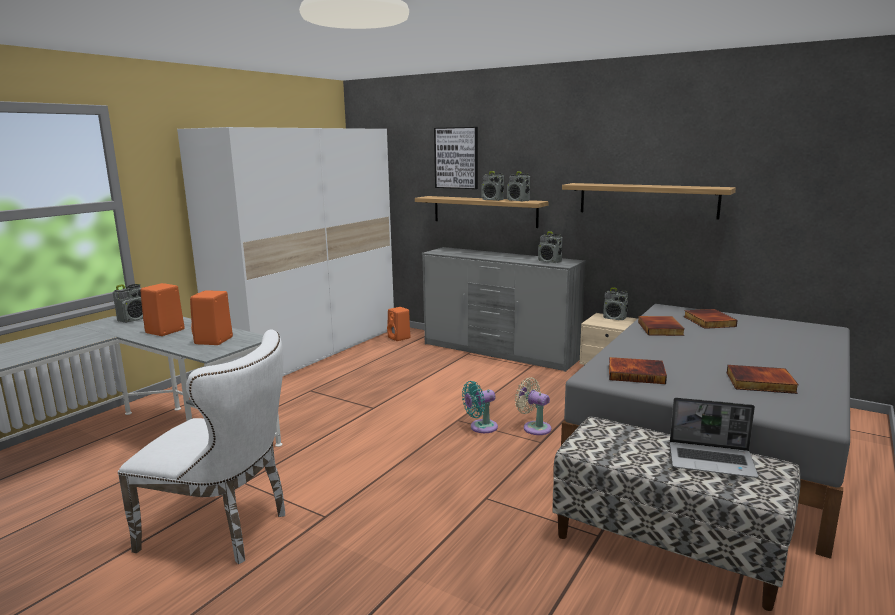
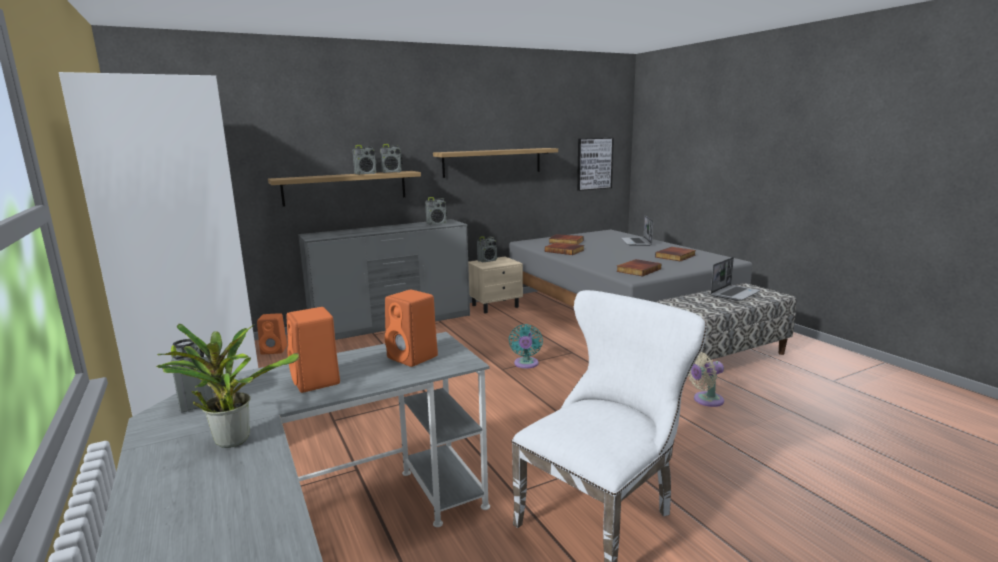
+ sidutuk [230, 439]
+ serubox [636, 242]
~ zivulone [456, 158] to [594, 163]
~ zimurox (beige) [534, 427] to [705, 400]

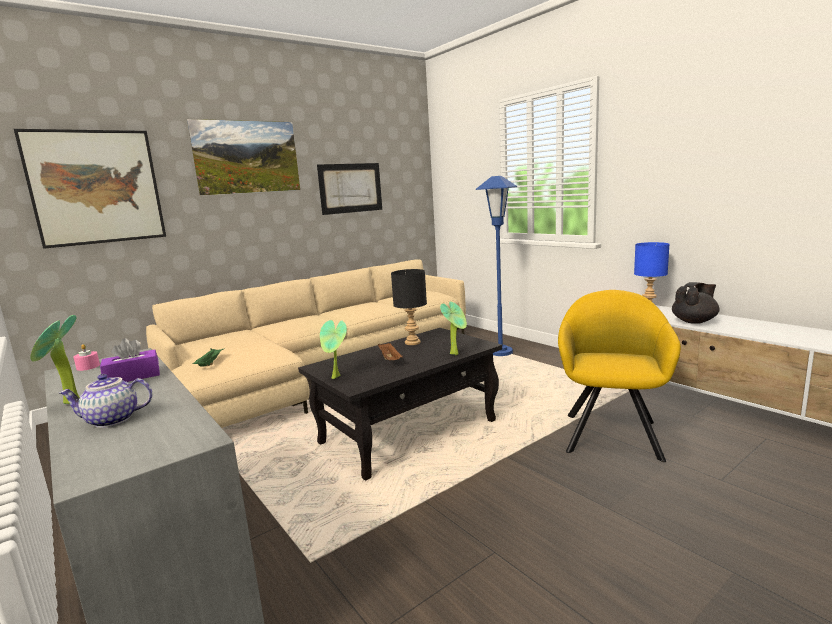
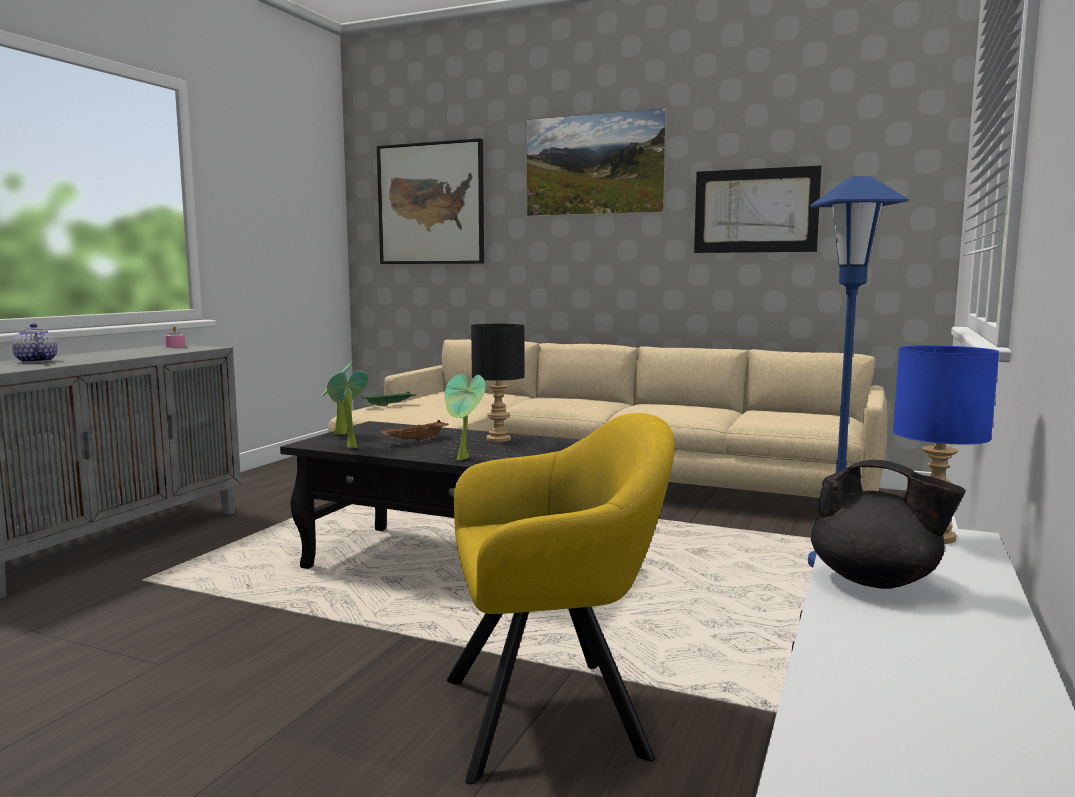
- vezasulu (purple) [133, 377]
~ sidutuk [68, 404] to [349, 447]

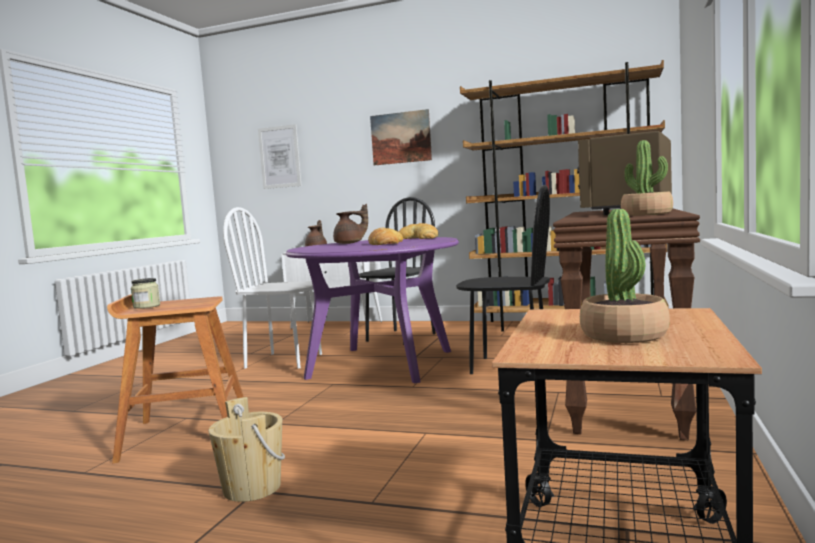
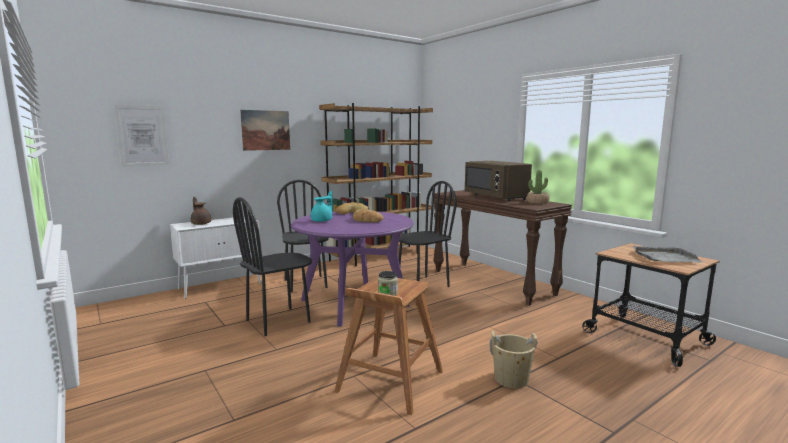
~ sidutuk [624, 335] to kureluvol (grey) [665, 257]
~ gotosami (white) [284, 361] to gotosami (black) [278, 321]
~ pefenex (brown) [350, 243] to pefenex (turquoise) [323, 220]

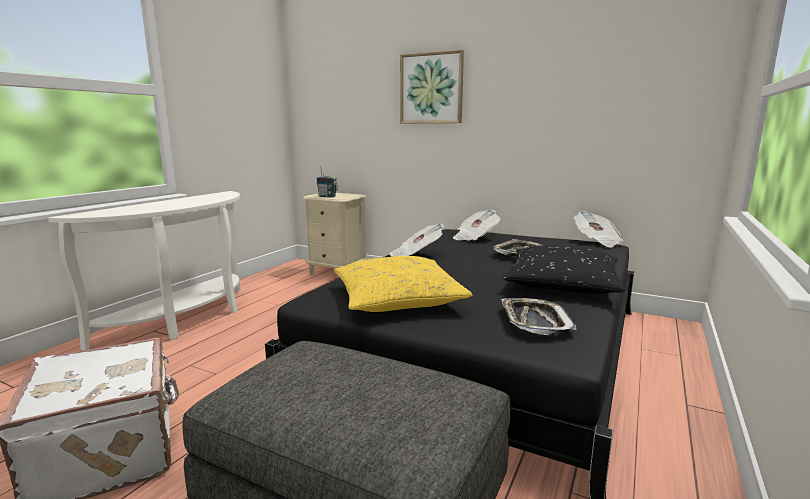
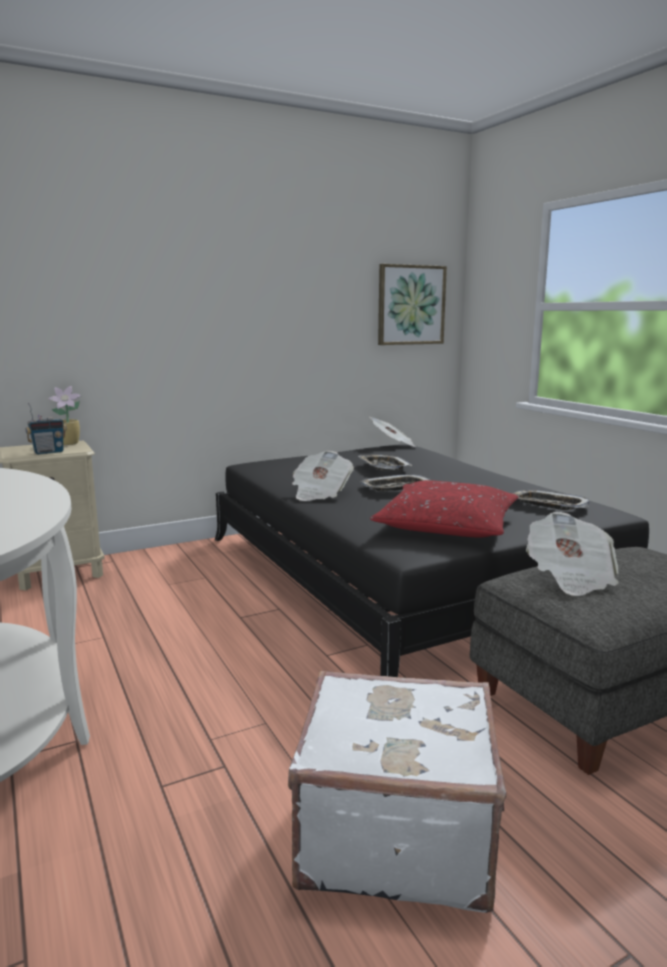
- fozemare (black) [562, 283]
+ sidutuk [69, 443]
+ kureluvol [395, 488]
~ zivulone [431, 88] to [410, 305]
~ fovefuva [475, 237] to [570, 577]
~ fozemare (yellow) [398, 298] to fozemare (red) [447, 525]

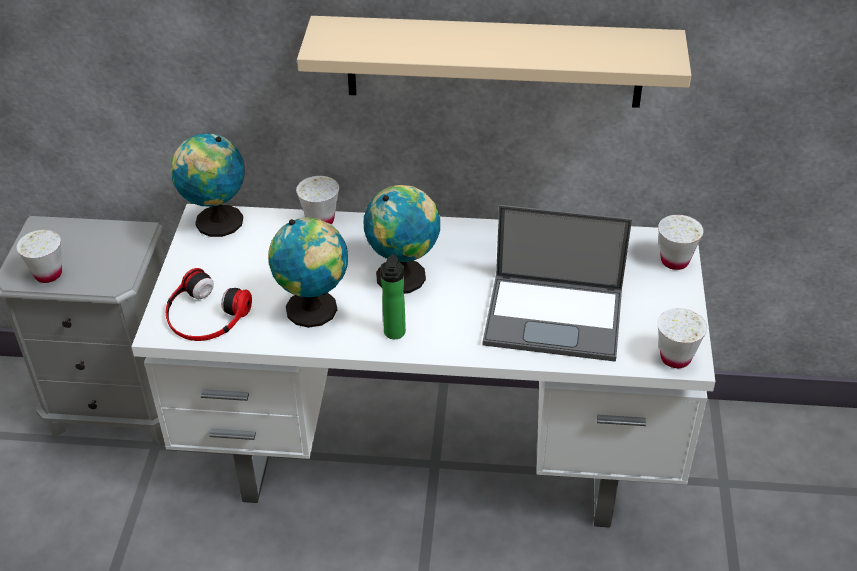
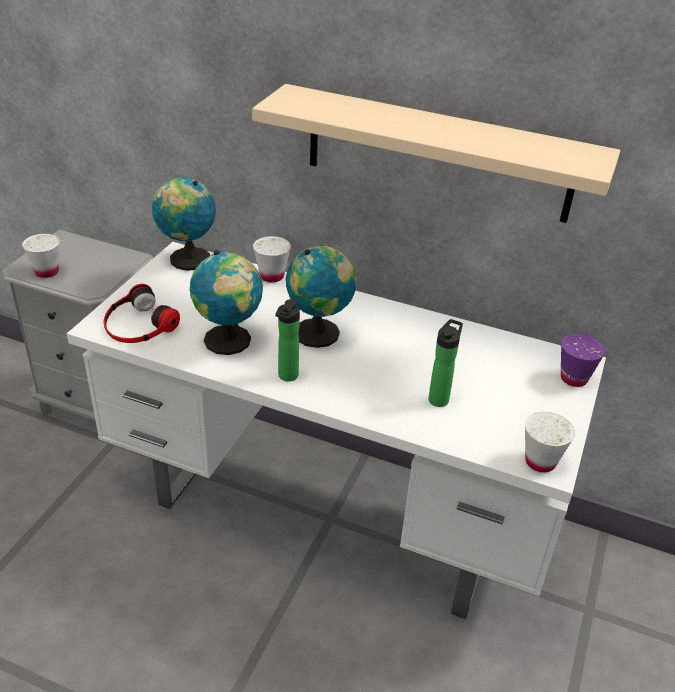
~ serubox [555, 317] to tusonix [439, 398]
~ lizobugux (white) [674, 261] to lizobugux (purple) [574, 378]

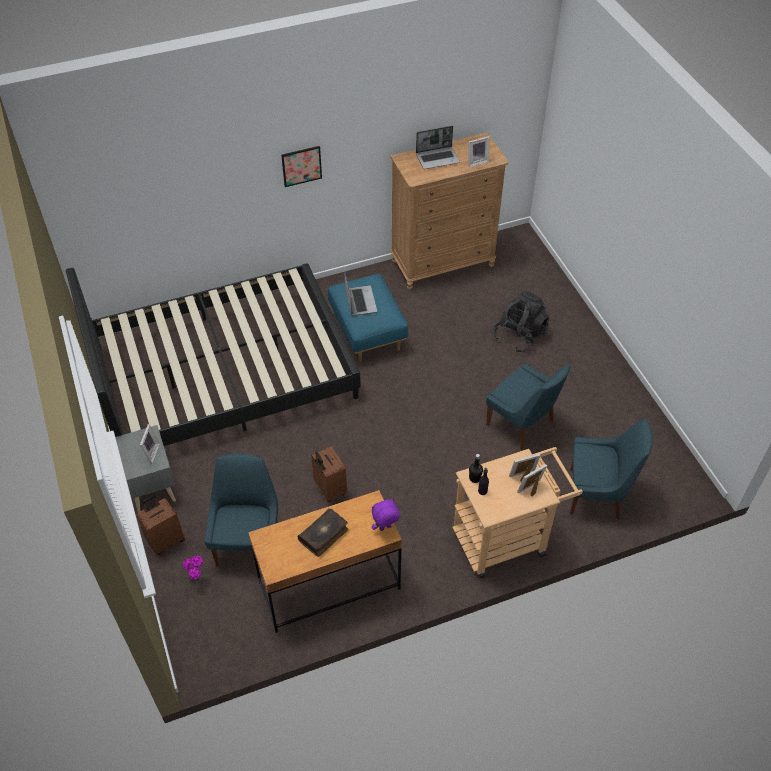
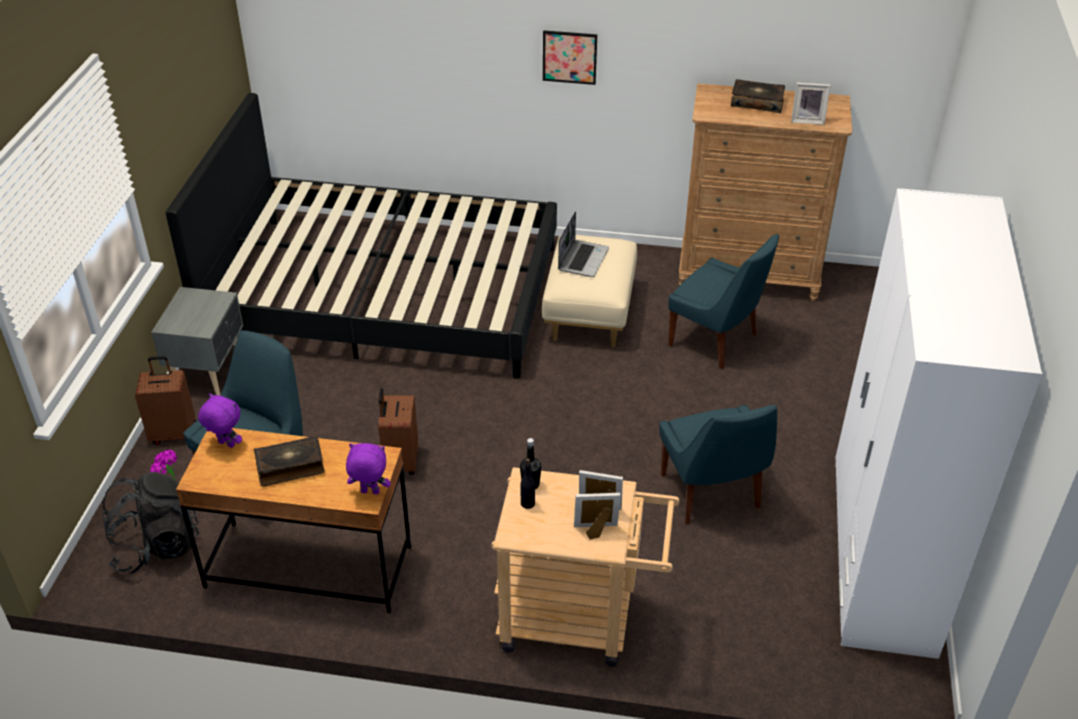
- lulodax [150, 452]
+ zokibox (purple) [225, 444]
+ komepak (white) [881, 555]
~ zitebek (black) [519, 335] to [156, 546]
~ gotosami (blue) [597, 494] to [716, 341]
~ serubox [438, 158] to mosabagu [757, 102]
~ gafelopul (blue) [367, 333] to gafelopul (beige) [588, 314]

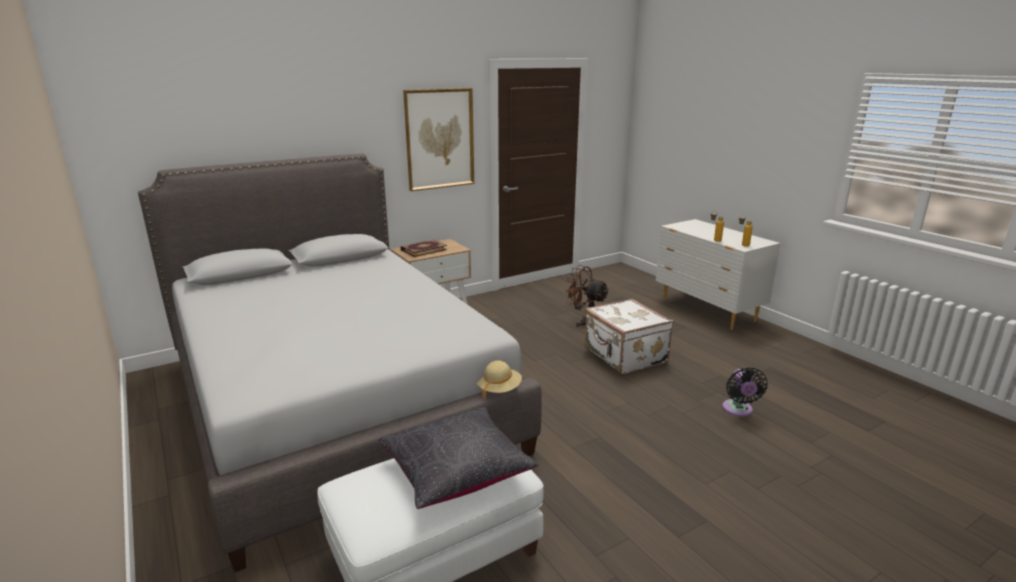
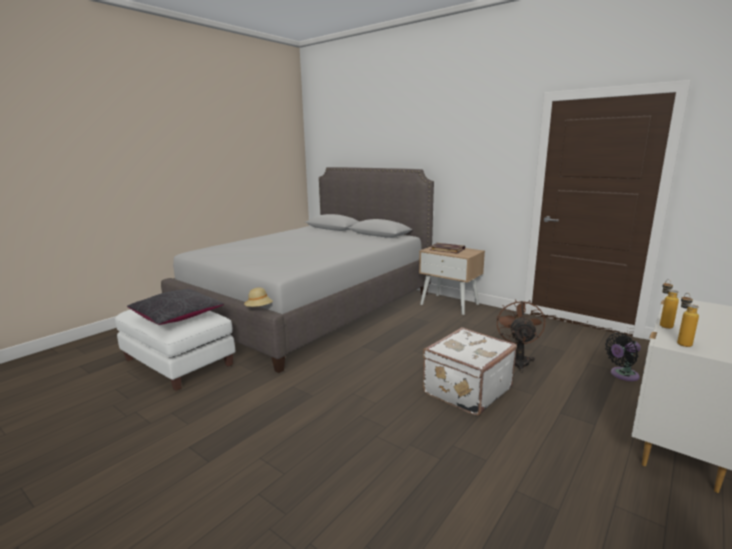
- zivulone [439, 139]
~ zimurox (black) [738, 410] to [622, 375]

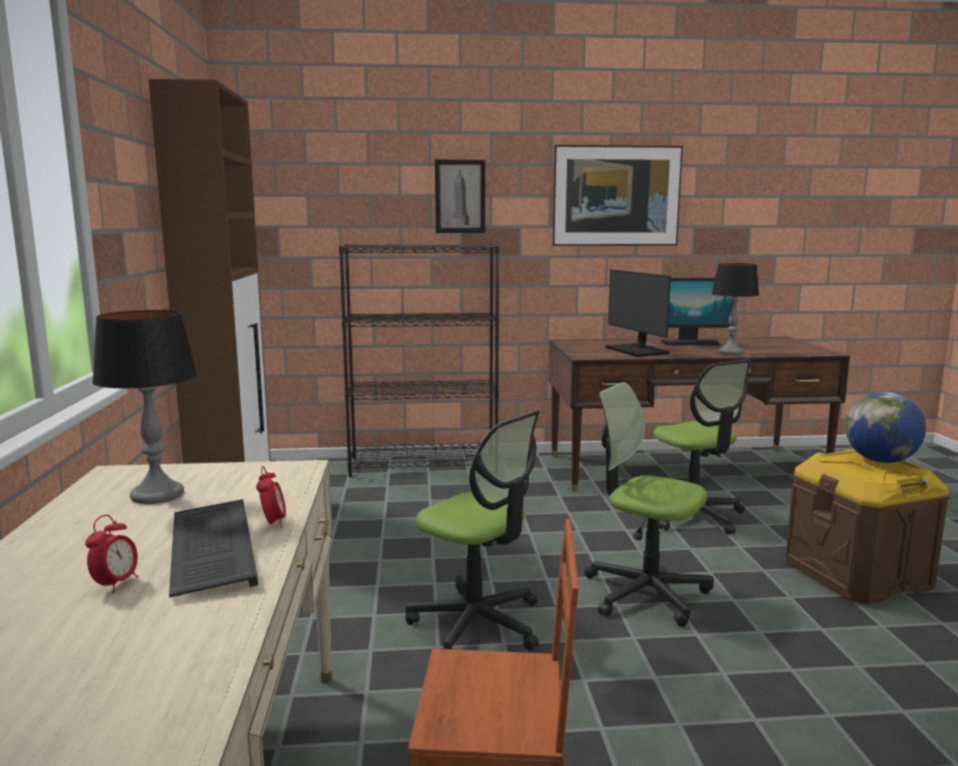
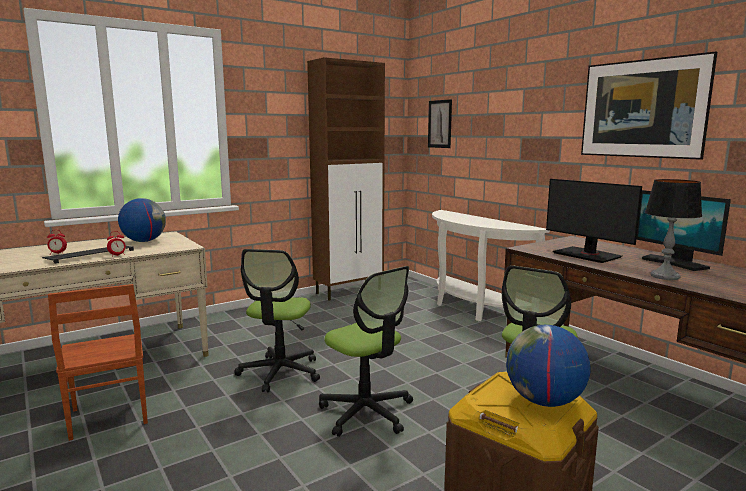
~ zivulone [460, 196] to [440, 124]
~ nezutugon [157, 495] to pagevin [144, 241]
~ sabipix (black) [424, 465] to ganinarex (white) [472, 308]
~ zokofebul [645, 593] = [366, 412] 135 degrees clockwise
~ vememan [637, 350] = [587, 255] 75 degrees counterclockwise

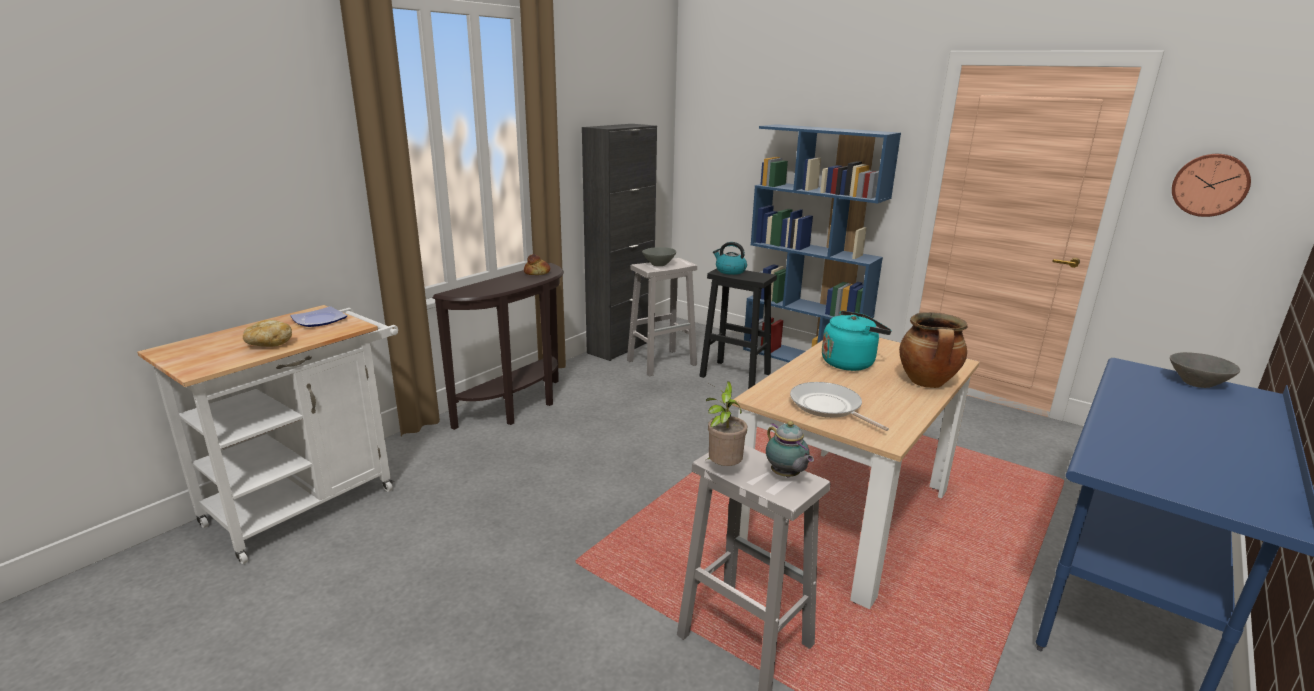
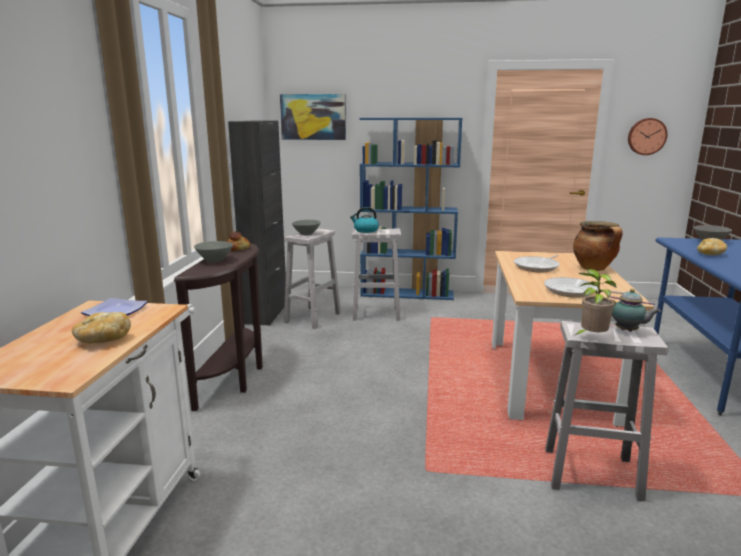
+ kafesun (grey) [215, 260]
+ zivulone [313, 117]
+ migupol [710, 254]
~ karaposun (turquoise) [850, 362] to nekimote [537, 267]
~ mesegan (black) [734, 375] to mesegan (white) [375, 314]

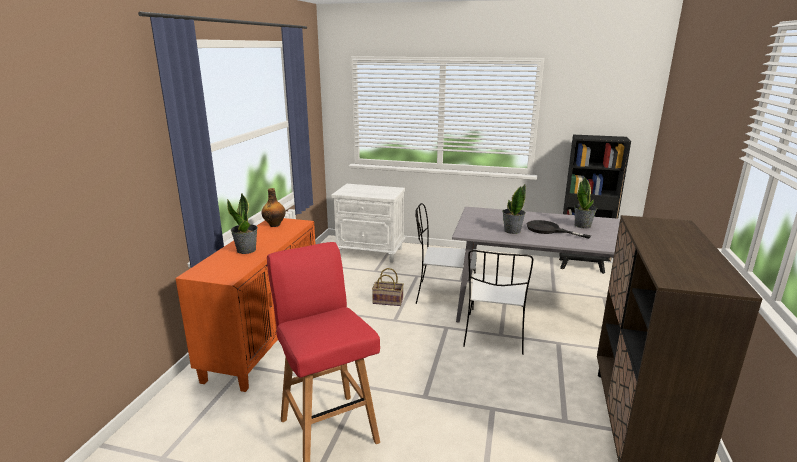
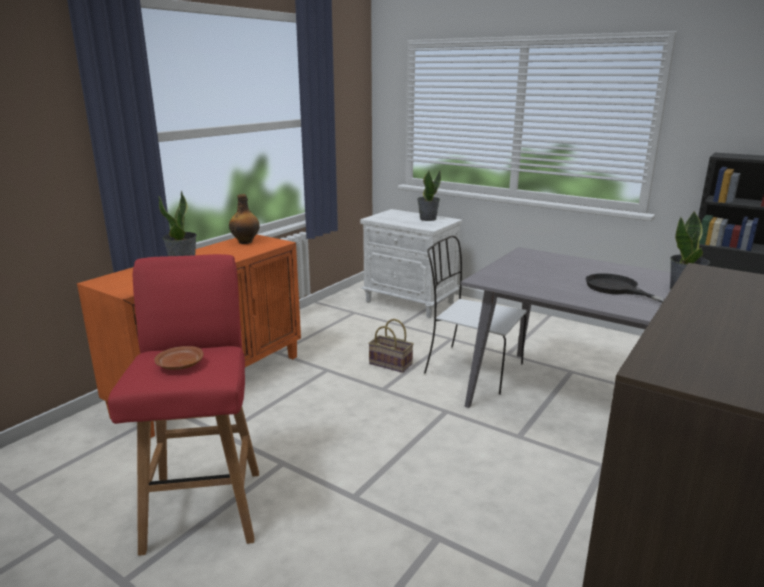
- gotosami (white) [494, 335]
+ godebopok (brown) [180, 365]
~ sidutuk [512, 231] to [427, 219]

